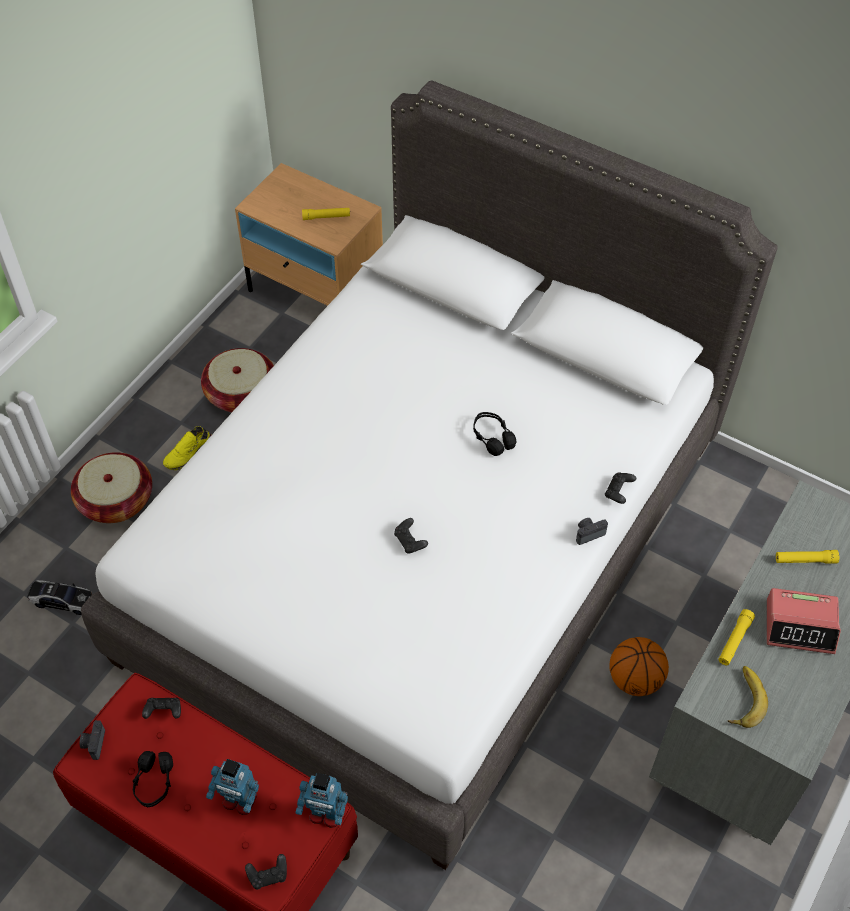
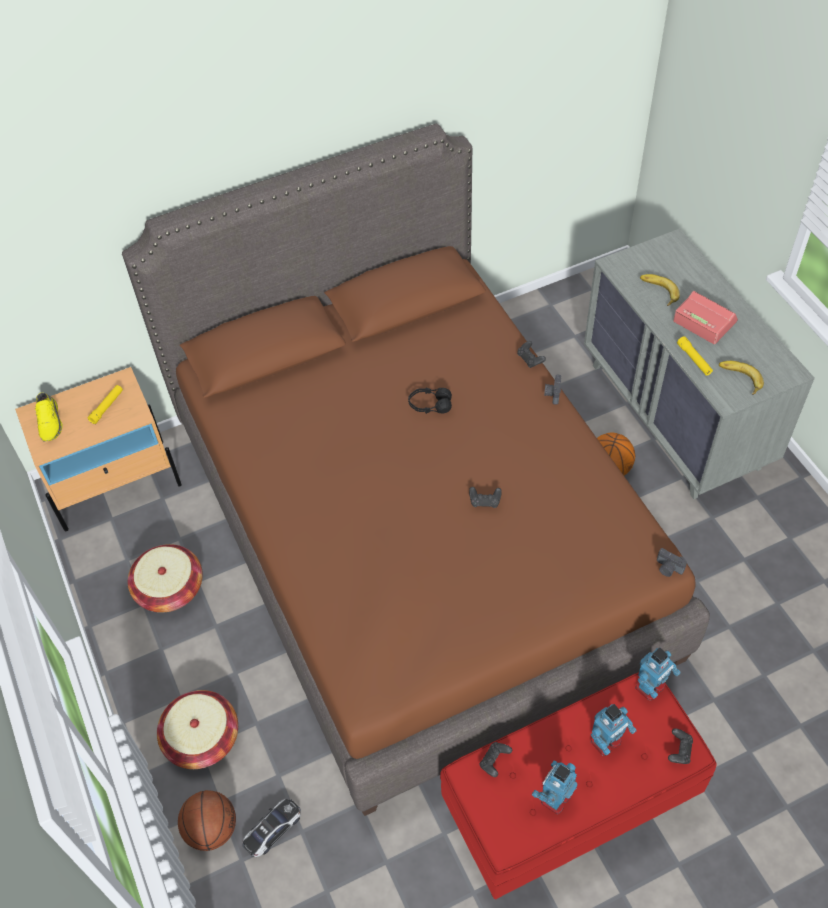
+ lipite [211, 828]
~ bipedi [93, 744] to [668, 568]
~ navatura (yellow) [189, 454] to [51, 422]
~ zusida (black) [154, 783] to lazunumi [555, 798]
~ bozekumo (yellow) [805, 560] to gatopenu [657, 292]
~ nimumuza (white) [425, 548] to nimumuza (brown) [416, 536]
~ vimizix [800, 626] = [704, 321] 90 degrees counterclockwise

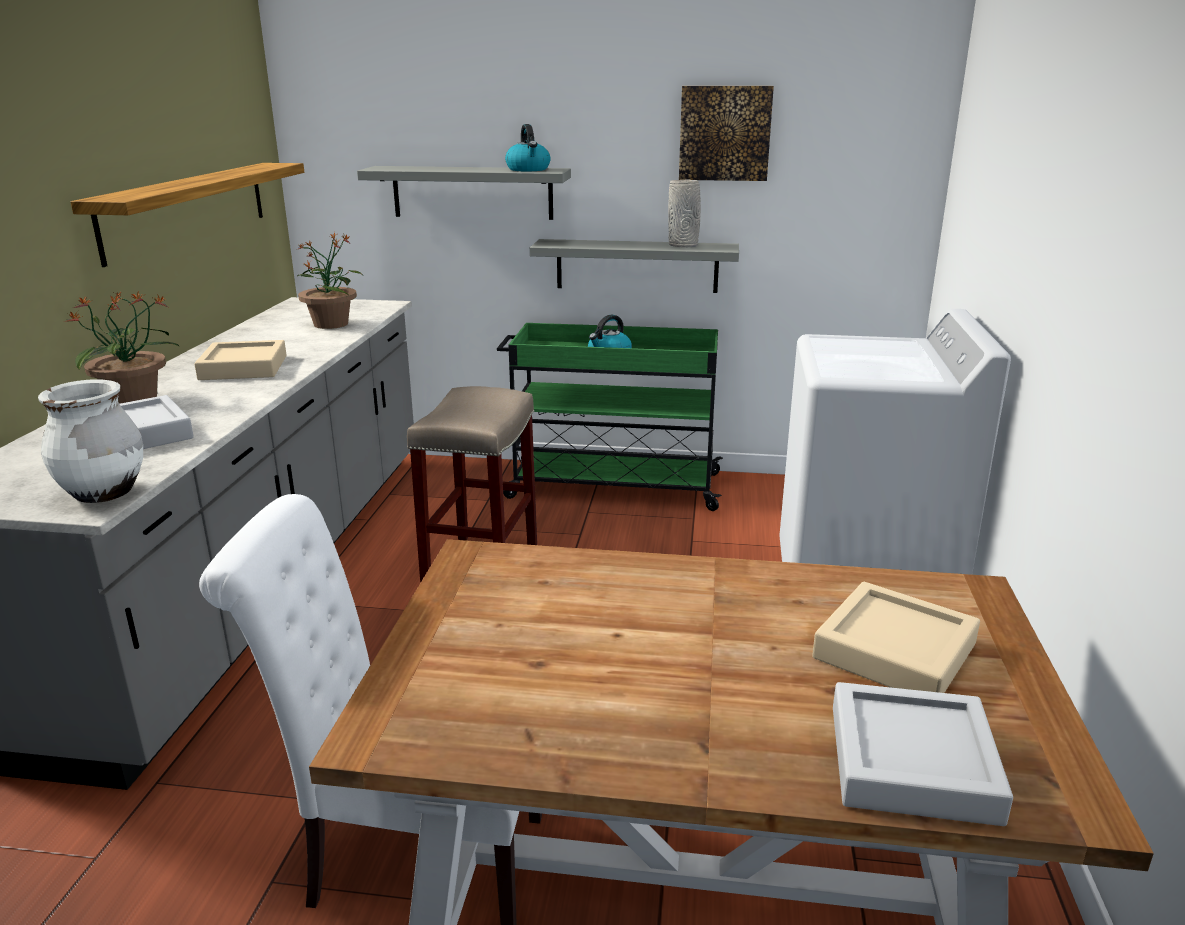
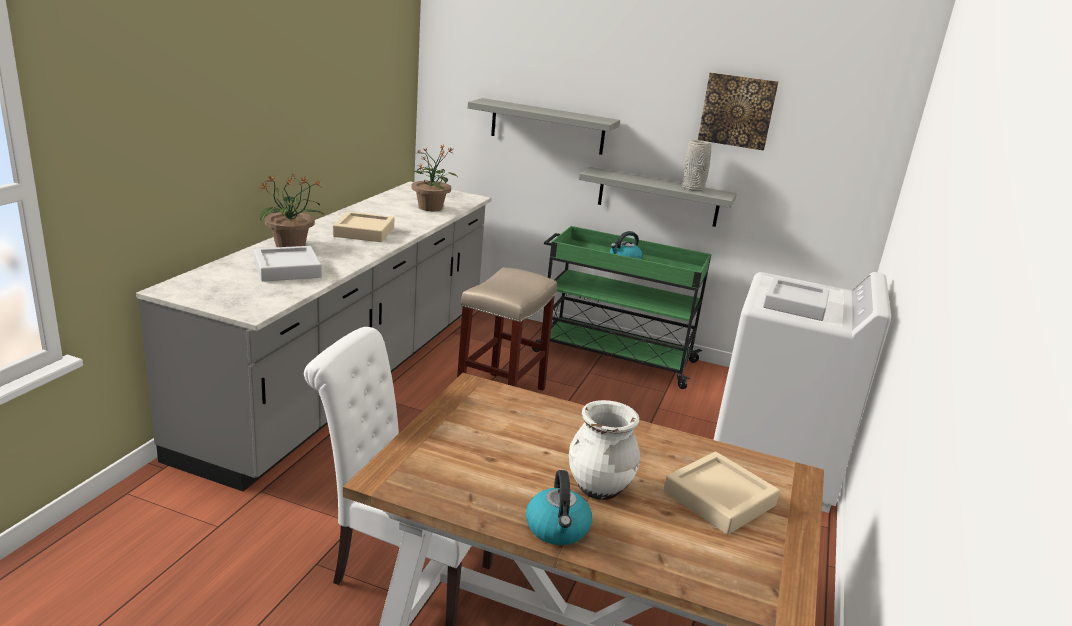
- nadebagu [187, 208]
~ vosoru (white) [104, 494] to [599, 489]
~ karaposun [528, 169] to [557, 529]
~ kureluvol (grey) [912, 763] to [795, 305]

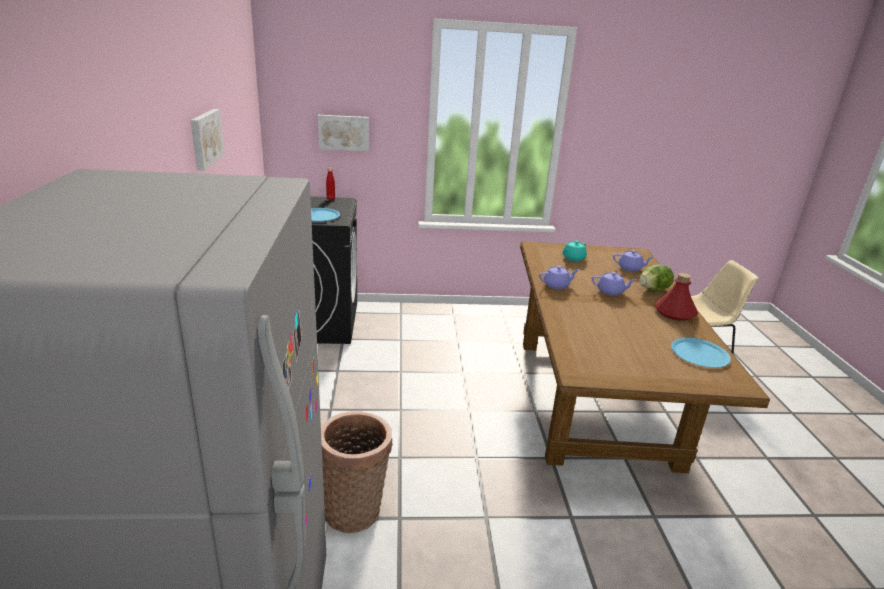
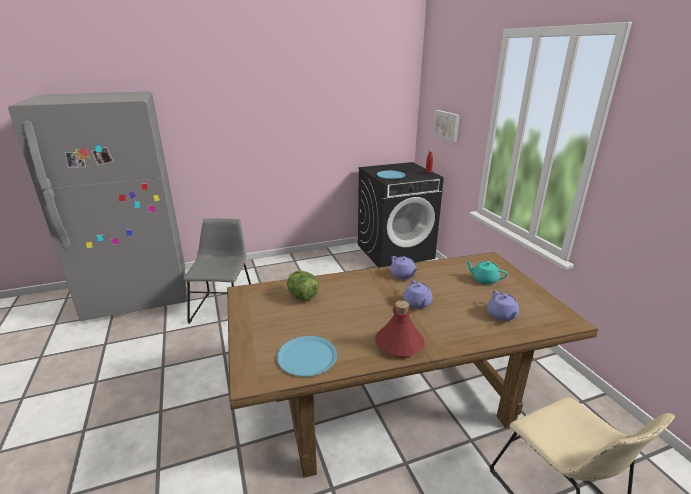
- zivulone [205, 138]
~ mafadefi [653, 289] to [302, 296]
~ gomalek [356, 509] to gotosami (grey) [224, 306]

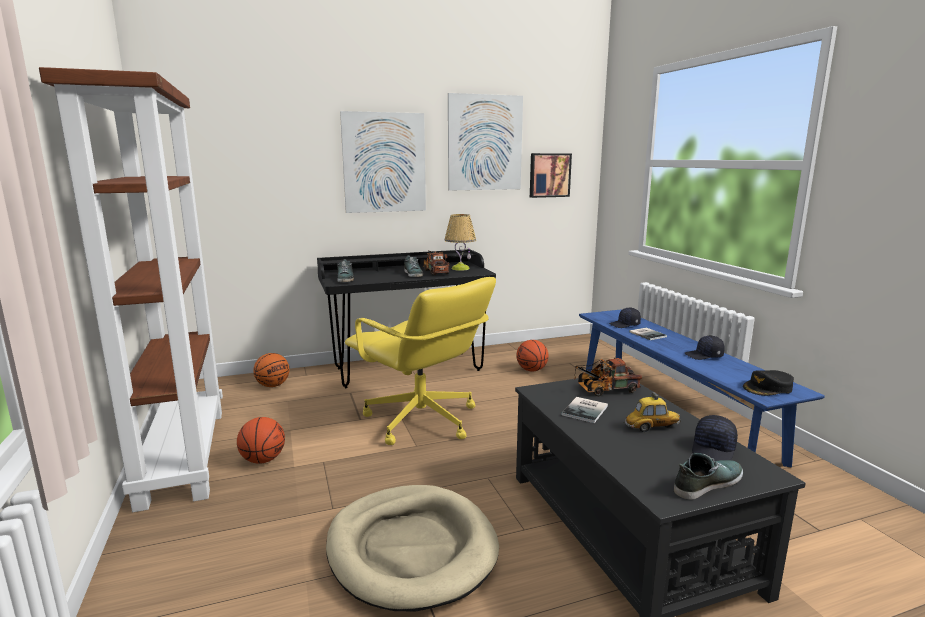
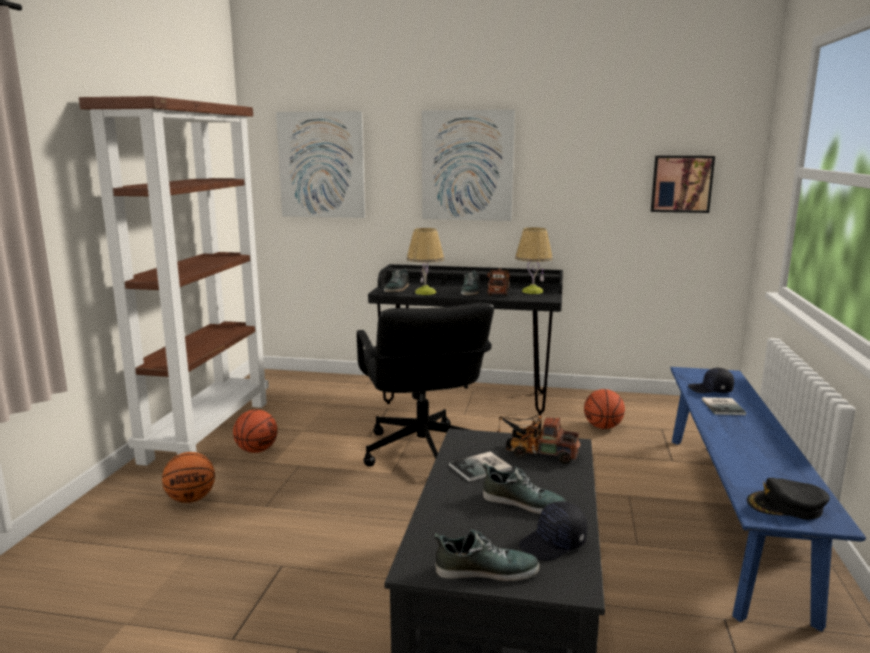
- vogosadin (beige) [411, 549]
- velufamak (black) [704, 356]
+ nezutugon [425, 292]
~ lipite [273, 385] to [191, 499]
~ zivulone [485, 143] to [321, 165]
~ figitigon [652, 427] to navatura [523, 502]
~ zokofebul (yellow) [421, 421] to zokofebul (black) [422, 452]

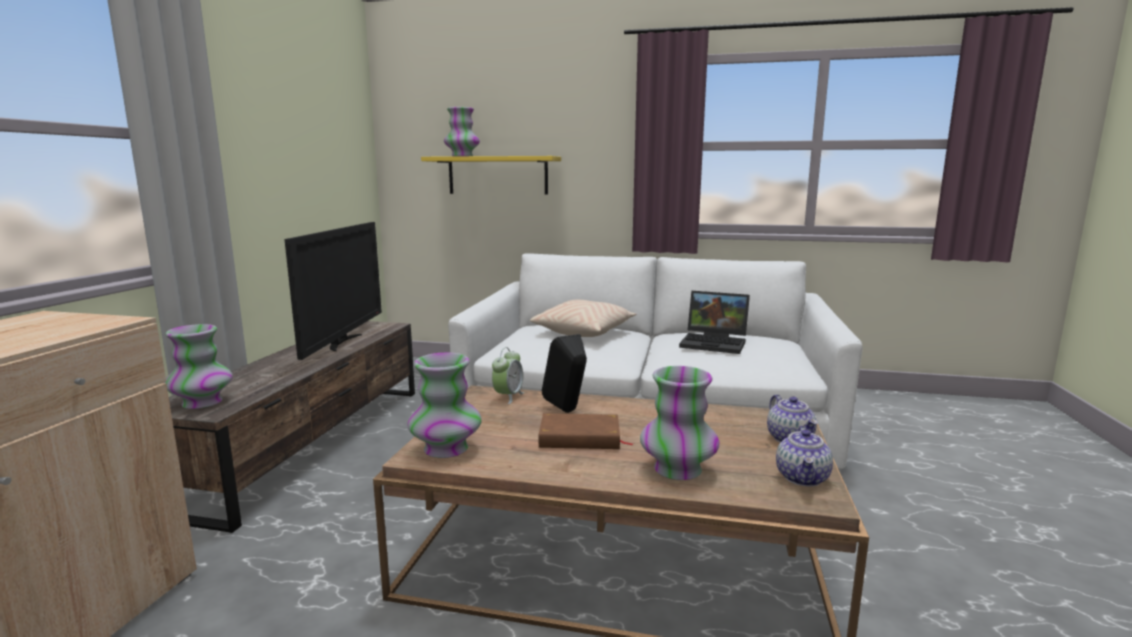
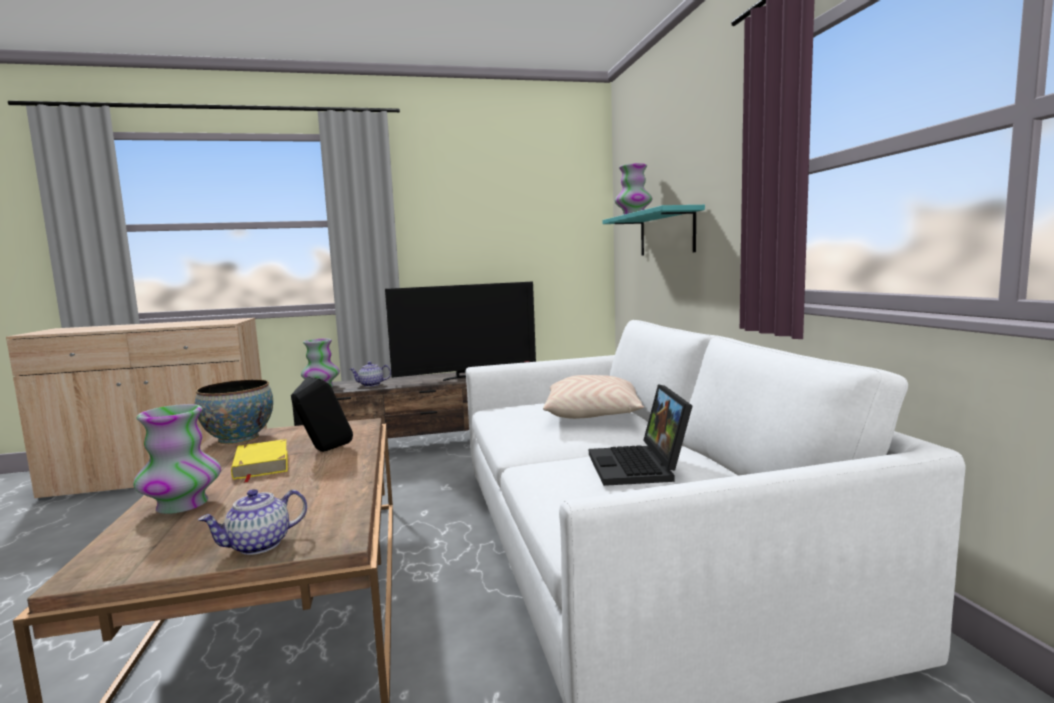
- vimizix [508, 396]
~ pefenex [803, 478] to [371, 385]
~ vosoru [446, 449] to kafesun [239, 438]
~ nadebagu (yellow) [497, 175] to nadebagu (turquoise) [666, 233]
~ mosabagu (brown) [580, 438] to mosabagu (yellow) [261, 464]

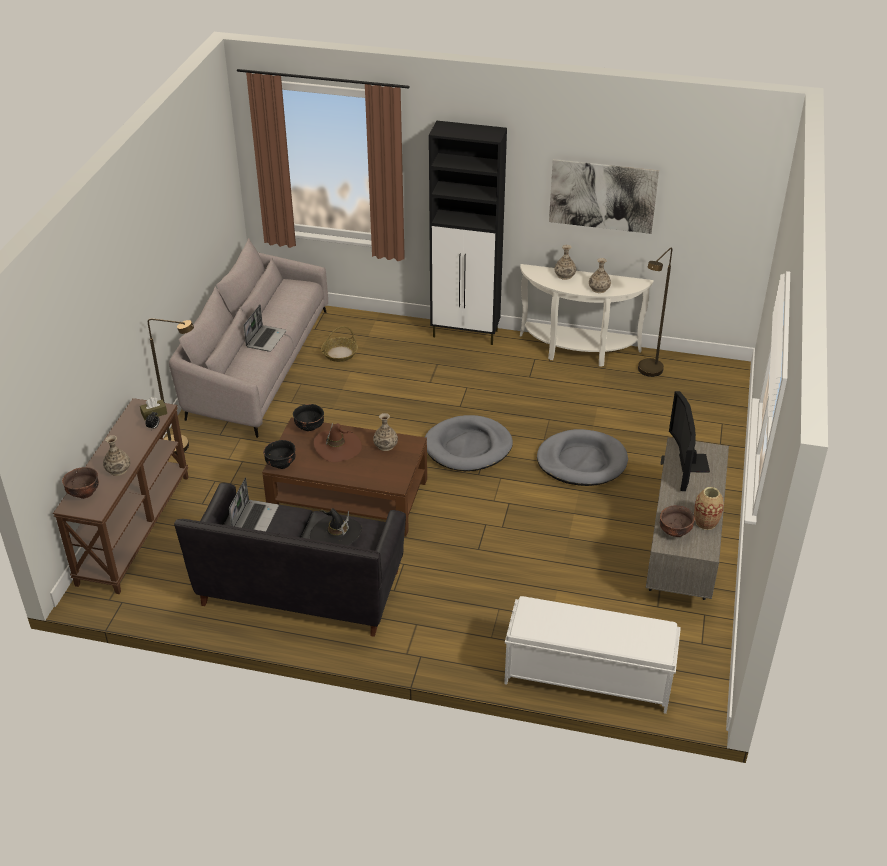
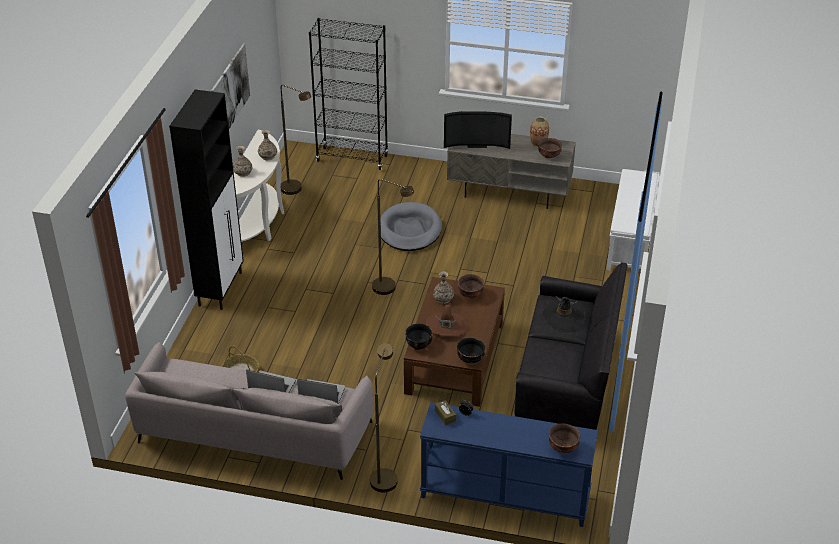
- vosoru [118, 469]
+ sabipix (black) [352, 158]
+ kafesun (brown) [471, 294]
~ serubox [255, 518] to [321, 394]
~ vogosadin (grey) [468, 447] to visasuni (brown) [390, 289]
~ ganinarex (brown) [133, 528] to ganinarex (blue) [504, 496]

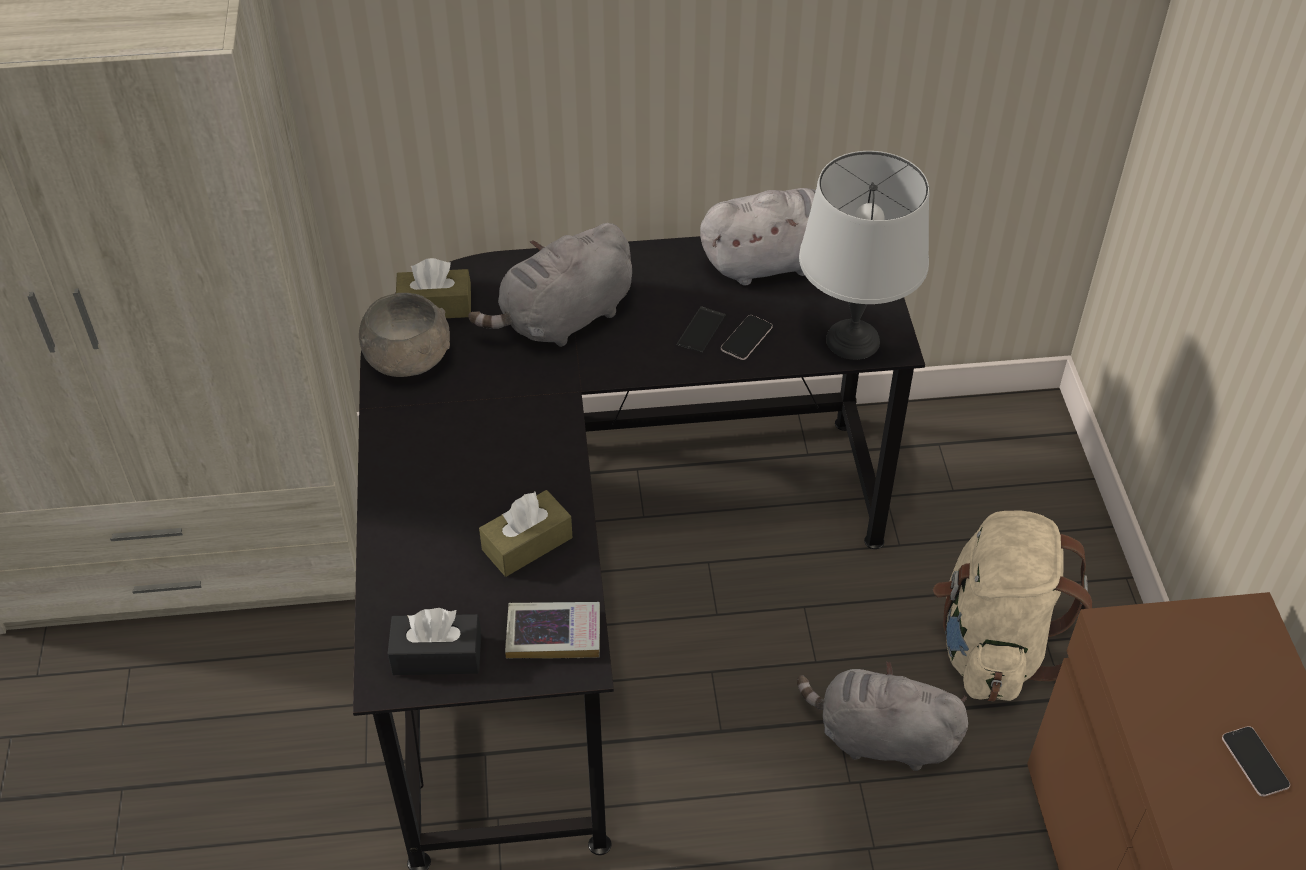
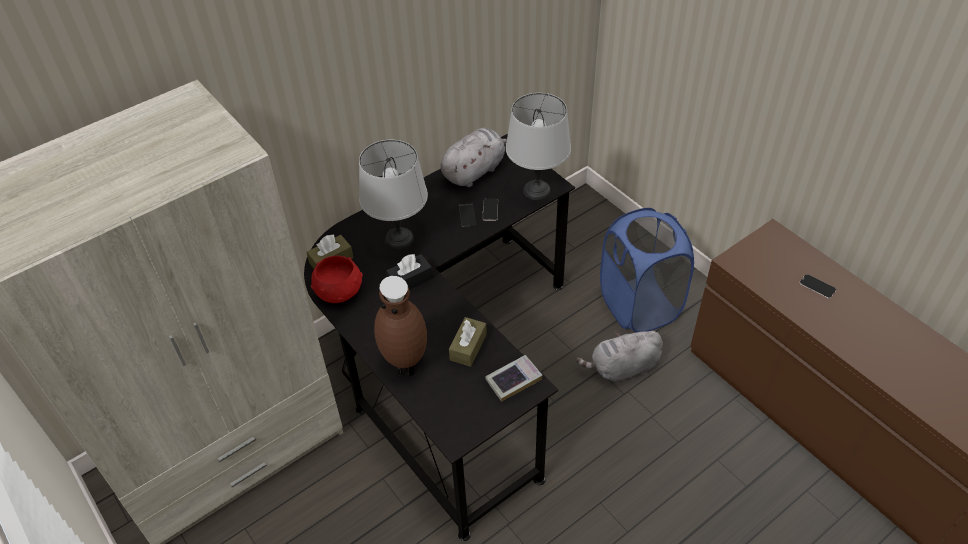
+ vosoru (brown) [406, 364]
~ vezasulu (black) [437, 655] to [410, 280]
~ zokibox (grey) [563, 319] to nezutugon (grey) [399, 239]
~ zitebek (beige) [994, 647] to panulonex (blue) [639, 306]
~ kafesun (grey) [409, 360] to kafesun (red) [340, 291]

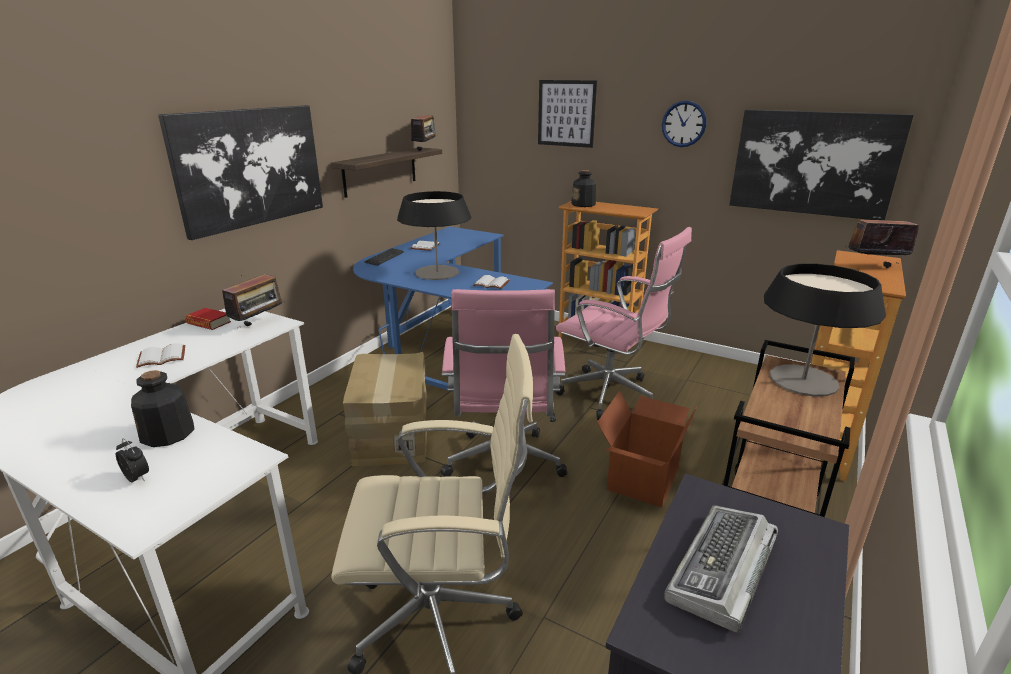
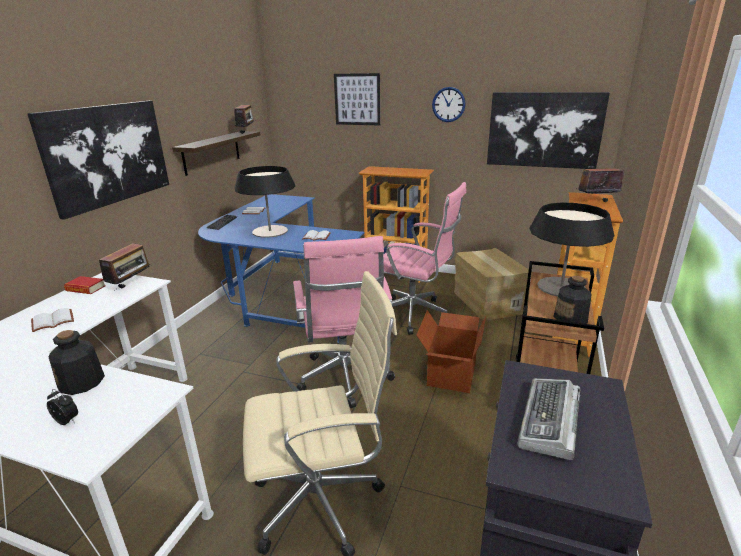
~ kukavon [390, 434] to [487, 302]
~ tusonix [583, 204] to [571, 318]

